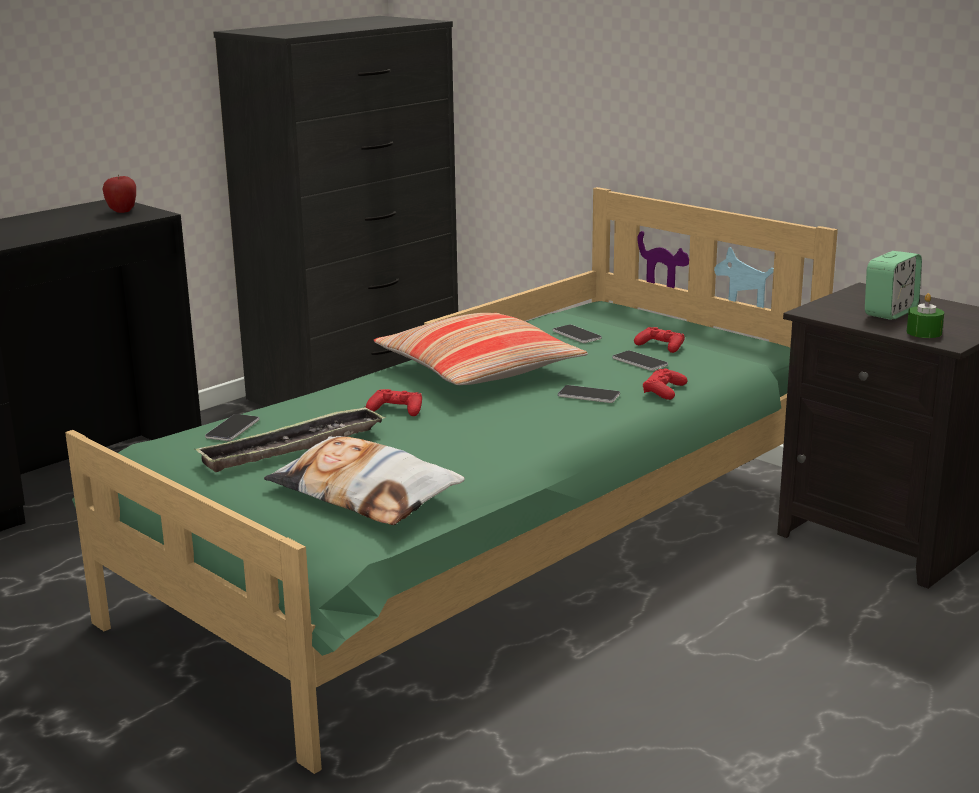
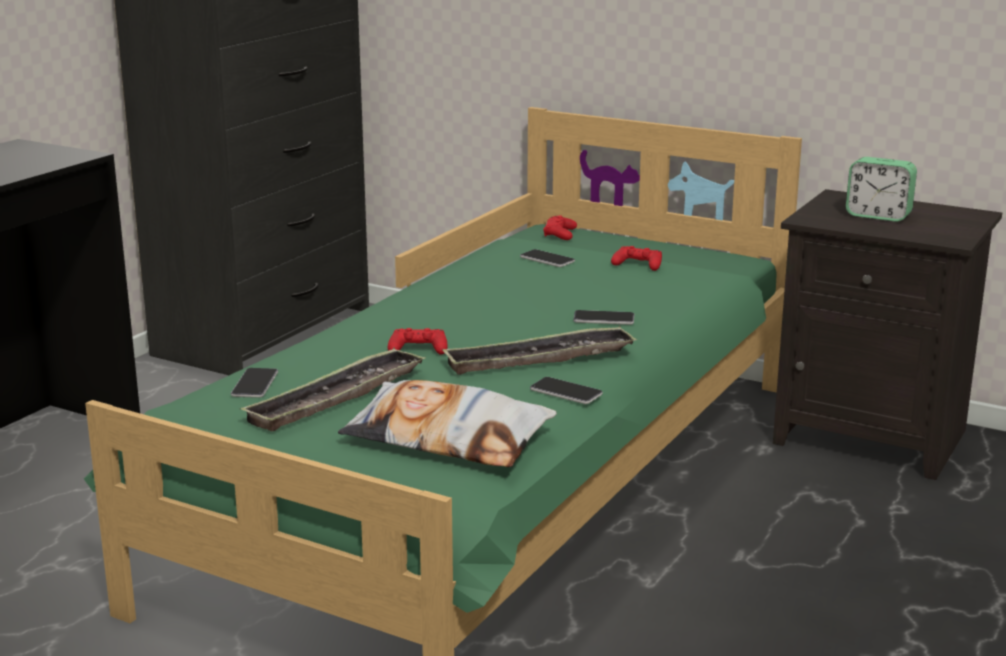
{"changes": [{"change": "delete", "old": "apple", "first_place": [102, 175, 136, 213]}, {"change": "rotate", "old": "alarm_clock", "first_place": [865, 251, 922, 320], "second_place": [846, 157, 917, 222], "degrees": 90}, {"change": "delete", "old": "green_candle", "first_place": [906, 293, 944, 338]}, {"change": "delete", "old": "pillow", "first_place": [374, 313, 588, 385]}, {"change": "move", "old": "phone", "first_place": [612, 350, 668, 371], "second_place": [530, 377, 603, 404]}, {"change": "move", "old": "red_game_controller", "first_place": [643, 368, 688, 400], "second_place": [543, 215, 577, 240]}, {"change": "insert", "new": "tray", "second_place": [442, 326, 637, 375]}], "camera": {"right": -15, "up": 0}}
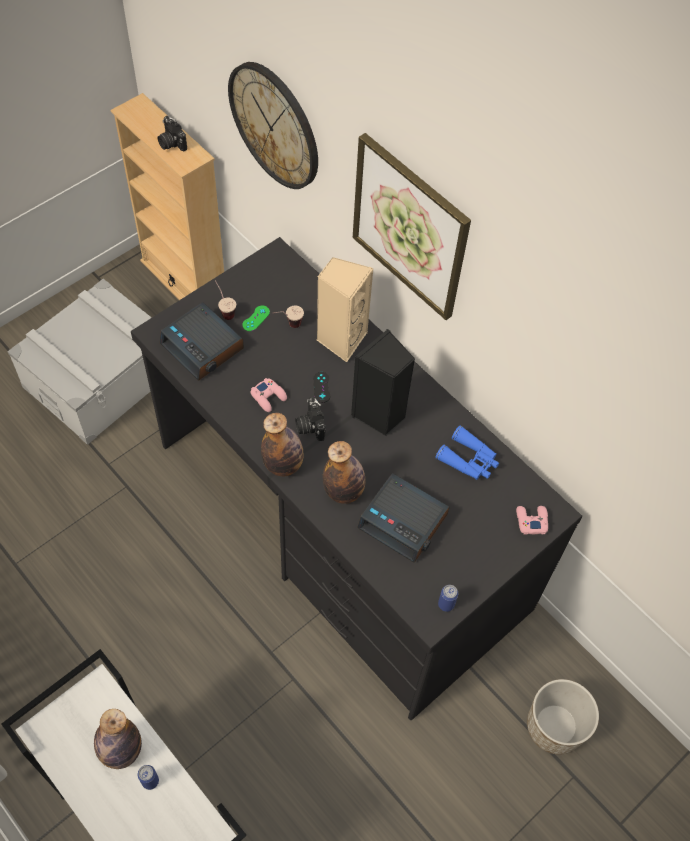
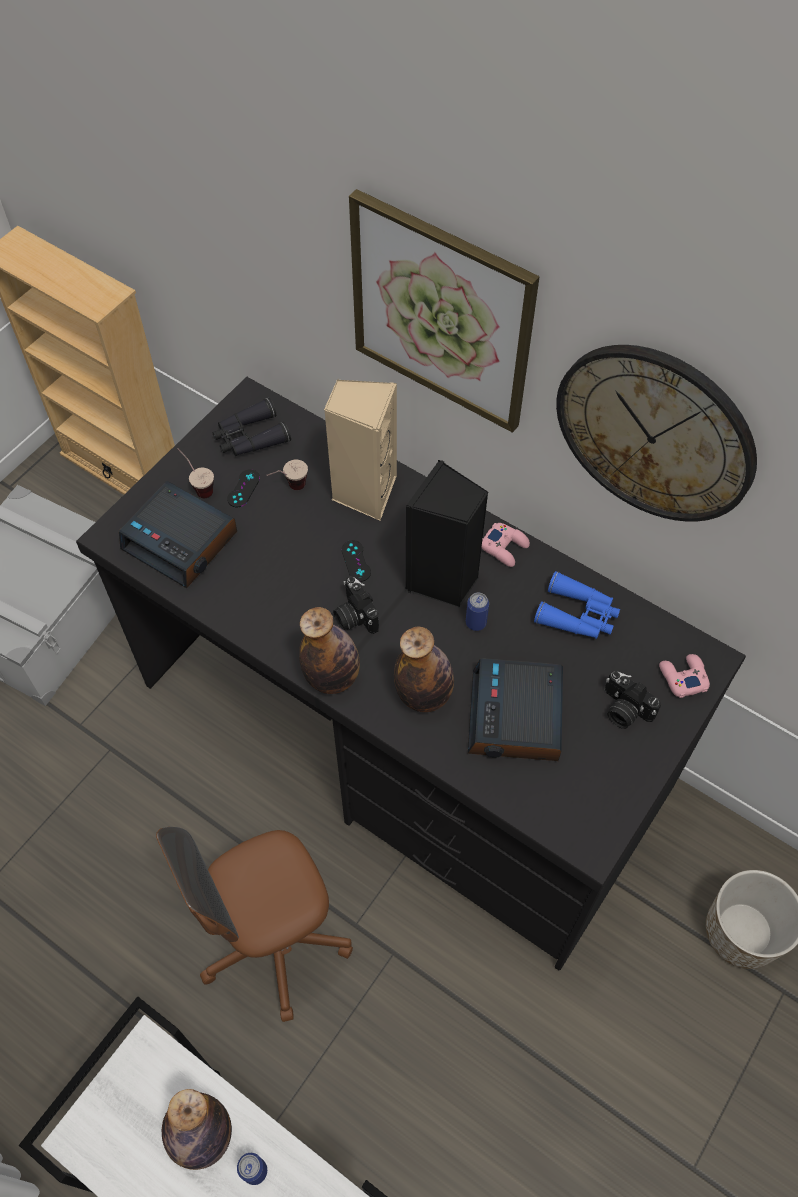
{"changes": [{"change": "move", "old": "wall_clock", "first_place": [228, 62, 318, 189], "second_place": [556, 345, 757, 522]}, {"change": "move", "old": "photo_camera", "first_place": [157, 116, 187, 151], "second_place": [605, 671, 661, 729]}, {"change": "recolor", "old": "green_game_controller", "new": "black_game_controller", "first_place": [243, 306, 270, 331], "second_place": [227, 469, 260, 507]}, {"change": "move", "old": "pink_game_controller", "first_place": [251, 378, 287, 412], "second_place": [482, 523, 530, 567]}, {"change": "rotate", "old": "alarm_clock", "first_place": [357, 473, 450, 563], "second_place": [468, 658, 563, 761], "degrees": 75}, {"change": "move", "old": "can", "first_place": [438, 585, 458, 612], "second_place": [466, 592, 489, 631]}, {"change": "insert", "new": "black_binoculars", "second_place": [212, 398, 291, 456]}, {"change": "insert", "new": "brown_office_chair", "second_place": [156, 827, 353, 1022]}], "camera": {"right": -10, "up": 0}}
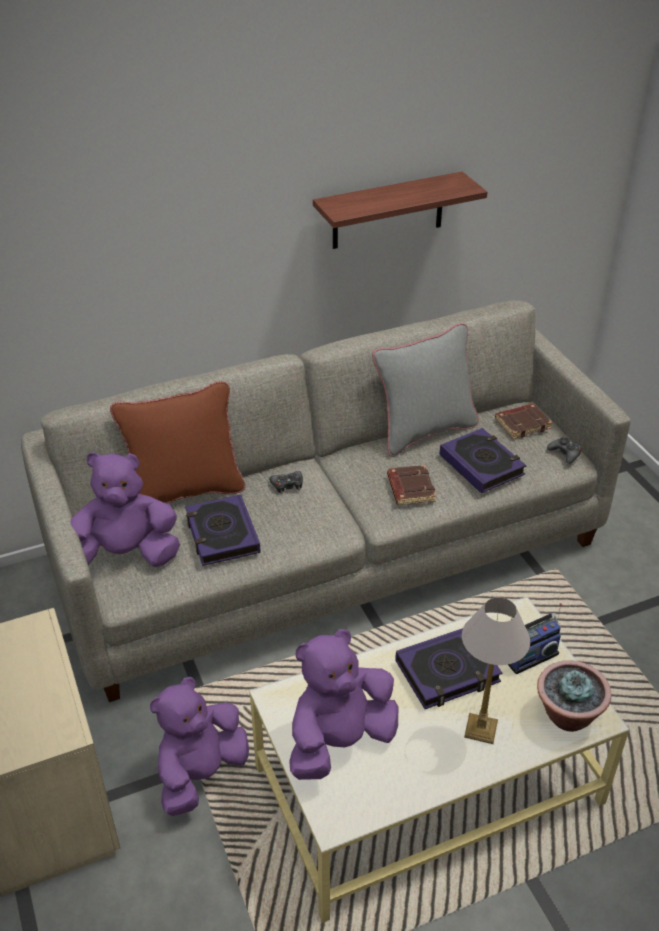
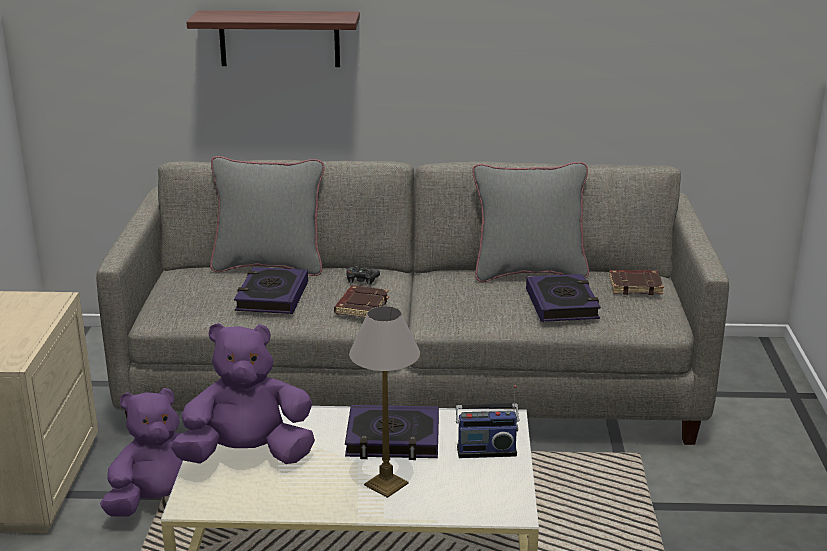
{"changes": [{"change": "move", "old": "shelf", "first_place": [313, 172, 487, 249], "second_place": [186, 10, 360, 67]}, {"change": "recolor", "old": "brown_pillow", "new": "grey_pillow", "first_place": [110, 381, 245, 504], "second_place": [210, 156, 324, 276]}, {"change": "delete", "old": "black_game_controller", "first_place": [547, 435, 582, 464]}, {"change": "delete", "old": "purple_plush_toy", "first_place": [70, 452, 180, 567]}, {"change": "move", "old": "brown_book", "first_place": [387, 465, 436, 505], "second_place": [334, 286, 389, 318]}, {"change": "delete", "old": "potted_plant", "first_place": [537, 660, 611, 732]}], "camera": {"right": 25, "up": -15}}
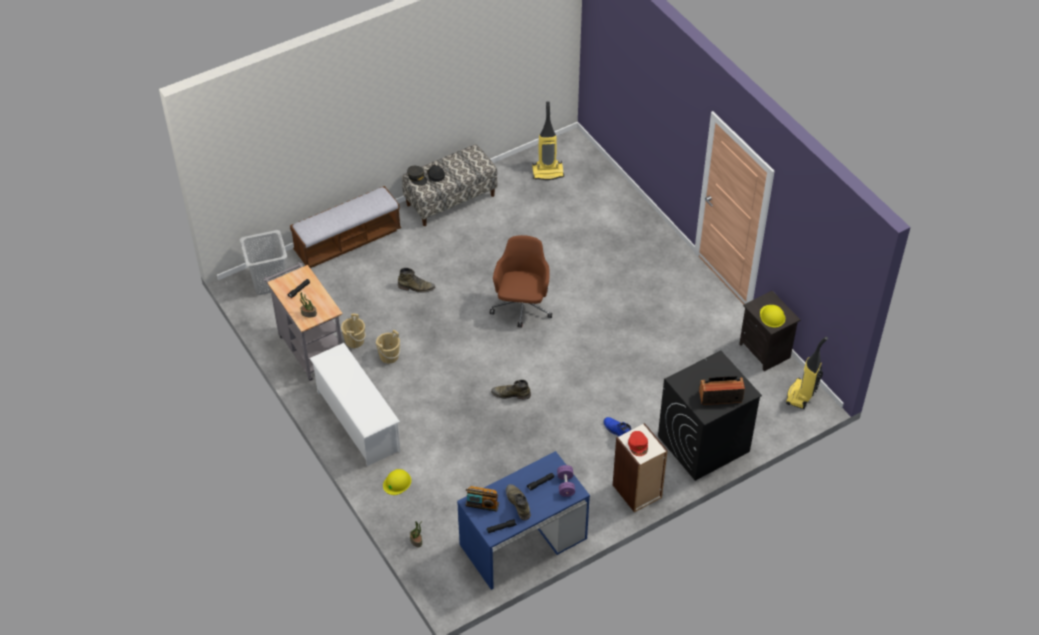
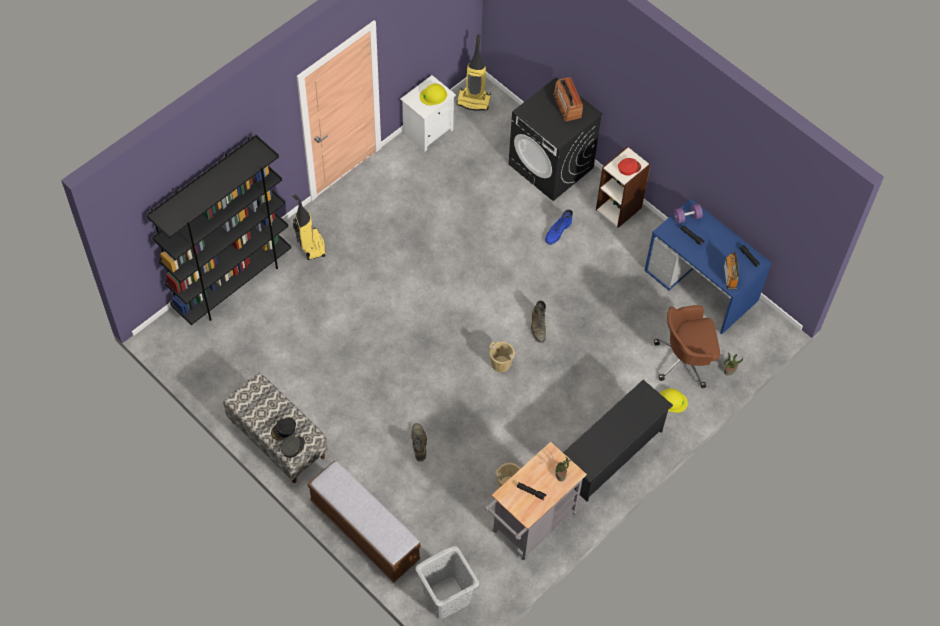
{"changes": [{"change": "move", "old": "vacuum_cleaner", "first_place": [532, 102, 564, 180], "second_place": [292, 194, 326, 260]}, {"change": "move", "old": "brown_office_chair", "first_place": [490, 235, 552, 328], "second_place": [654, 305, 720, 388]}, {"change": "recolor", "old": "black_nightstand", "new": "white_nightstand", "first_place": [739, 291, 800, 371], "second_place": [400, 75, 456, 152]}, {"change": "move", "old": "beige_bucket", "first_place": [376, 330, 401, 364], "second_place": [489, 341, 515, 372]}, {"change": "recolor", "old": "white_shoe_rack", "new": "black_shoe_rack", "first_place": [309, 343, 400, 466], "second_place": [563, 380, 673, 502]}, {"change": "delete", "old": "green_boot", "first_place": [506, 484, 531, 520]}, {"change": "insert", "new": "black_bookcase", "second_place": [146, 135, 291, 325]}], "camera": {"right": -105, "up": 10}}
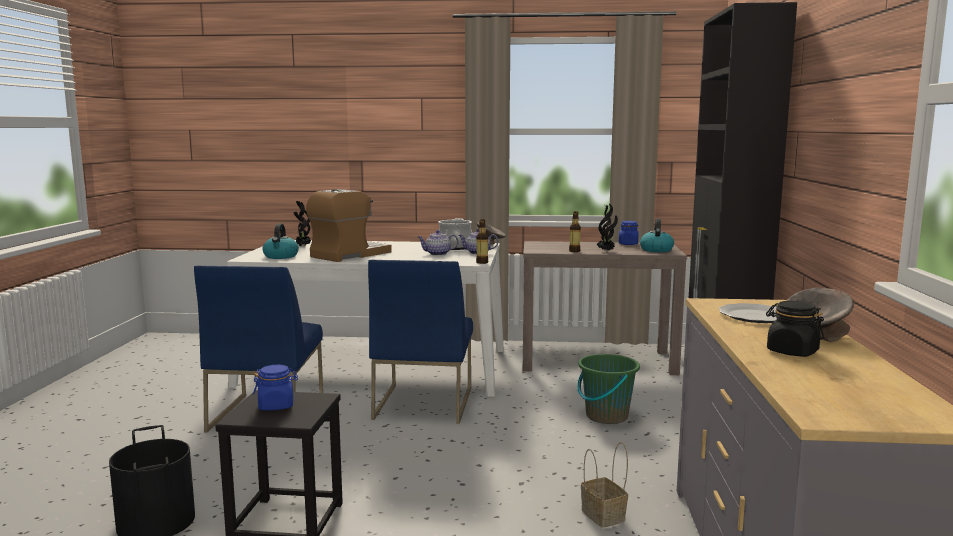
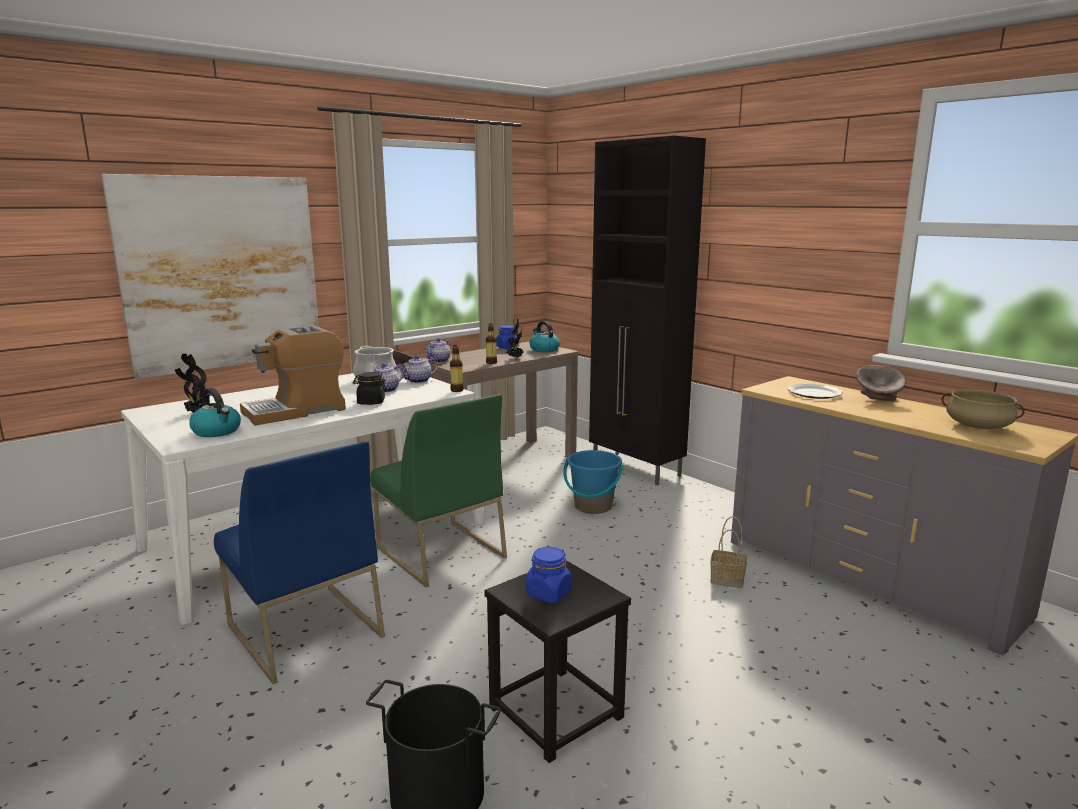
{"changes": [{"change": "rotate", "old": "coffee_machine", "first_place": [306, 189, 392, 262], "second_place": [240, 326, 346, 425], "degrees": -120}, {"change": "recolor", "old": "blue_chair", "new": "green_chair", "first_place": [368, 259, 473, 424], "second_place": [370, 394, 507, 587]}, {"change": "move", "old": "black_jar", "first_place": [766, 301, 824, 357], "second_place": [353, 372, 387, 405]}, {"change": "recolor", "old": "green_bucket", "new": "blue_bucket", "first_place": [577, 354, 640, 424], "second_place": [563, 450, 624, 514]}, {"change": "insert", "new": "picture", "second_place": [101, 174, 319, 379]}, {"change": "insert", "new": "teapot", "second_place": [426, 338, 451, 363]}, {"change": "insert", "new": "beige_cooking_pot", "second_place": [942, 389, 1025, 429]}], "camera": {"right": -45, "up": 5}}
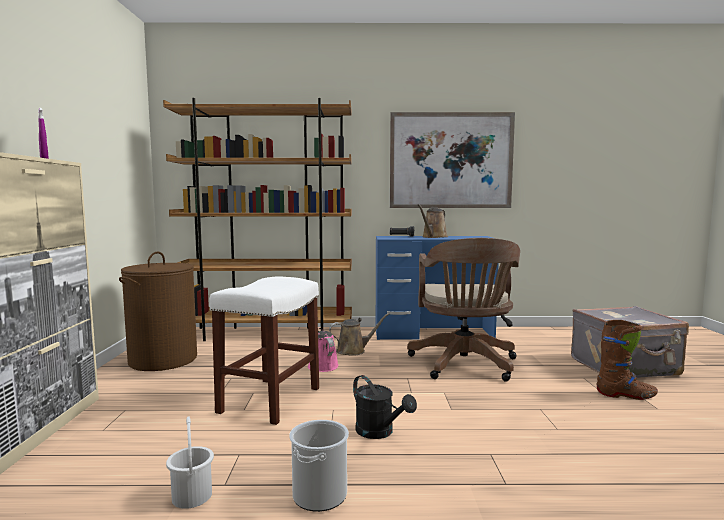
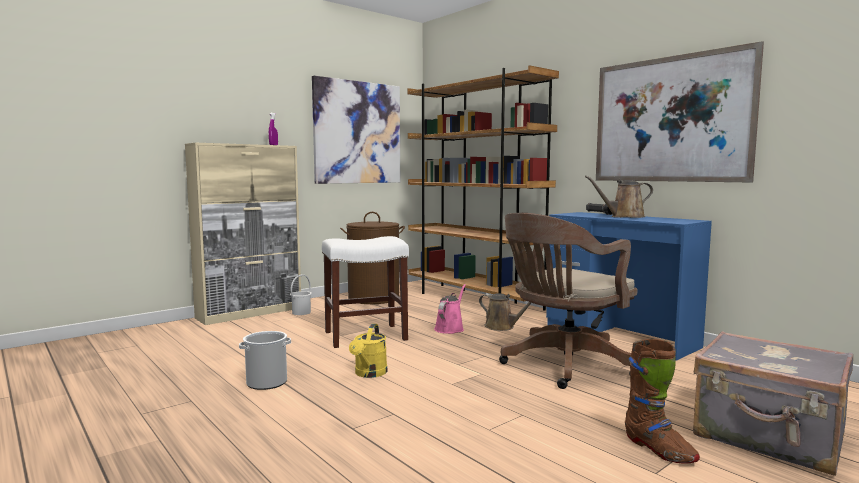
{"changes": [{"change": "recolor", "old": "black_watering_can", "new": "yellow_watering_can", "first_place": [353, 375, 417, 439], "second_place": [349, 324, 387, 378]}, {"change": "move", "old": "white_bucket", "first_place": [166, 417, 214, 509], "second_place": [290, 274, 312, 315]}, {"change": "insert", "new": "picture", "second_place": [312, 76, 400, 184]}], "camera": {"right": 50, "up": 0}}
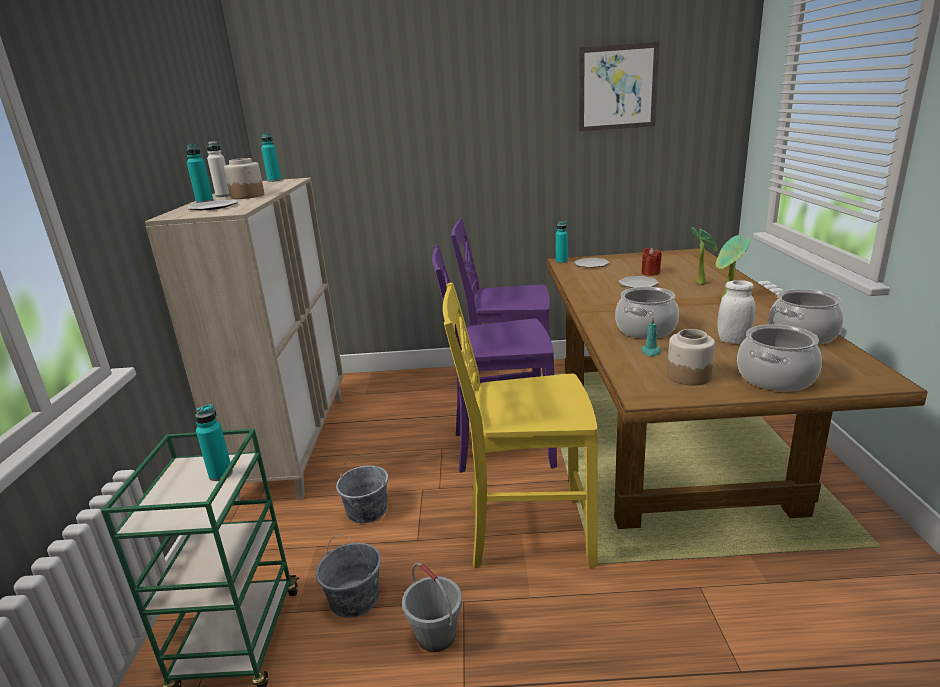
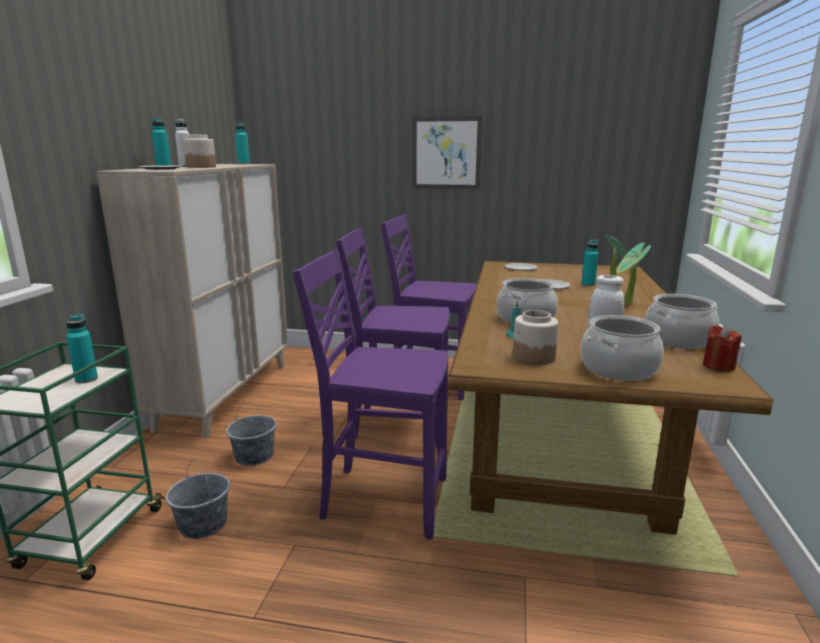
{"changes": [{"change": "move", "old": "picture", "first_place": [579, 42, 659, 132], "second_place": [412, 116, 482, 189]}, {"change": "move", "old": "turquoise_bottle", "first_place": [555, 221, 568, 263], "second_place": [581, 240, 599, 286]}, {"change": "move", "old": "red_candle", "first_place": [642, 247, 661, 276], "second_place": [703, 325, 741, 372]}, {"change": "recolor", "old": "yellow_chair", "new": "purple_chair", "first_place": [443, 283, 598, 568], "second_place": [293, 248, 448, 539]}, {"change": "delete", "old": "grey_bucket", "first_place": [402, 563, 462, 652]}], "camera": {"right": 10, "up": -5}}
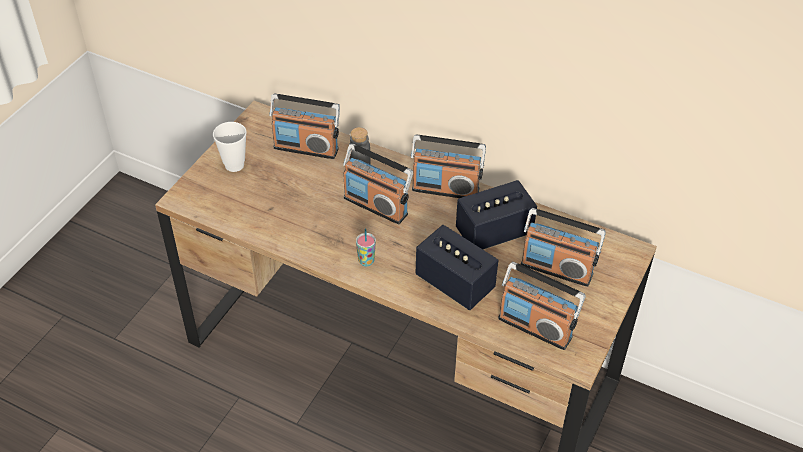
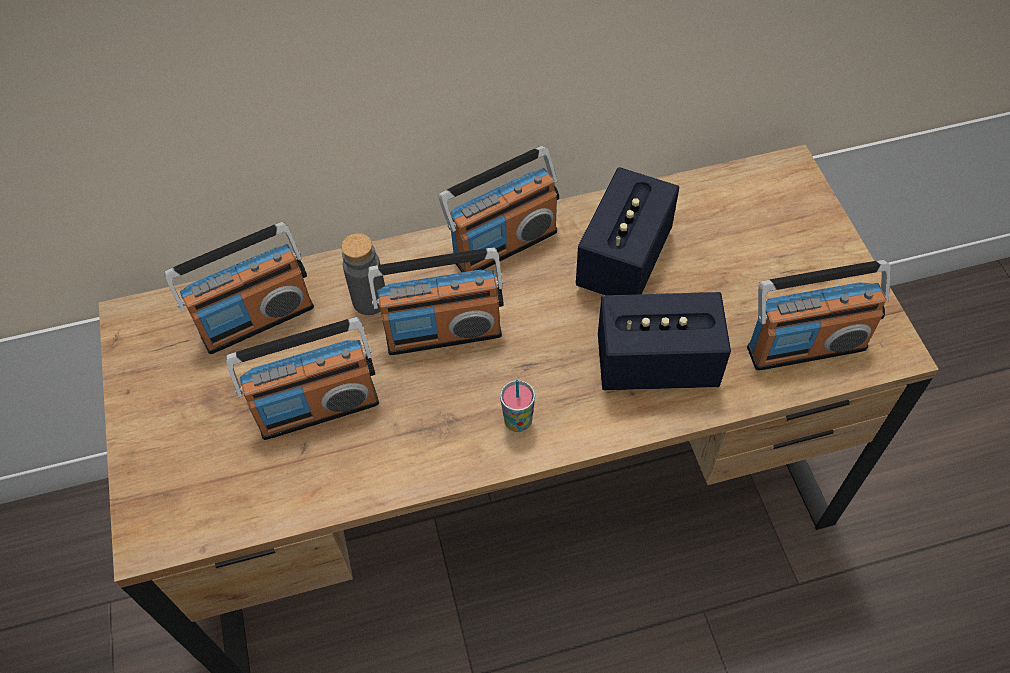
{"changes": [{"change": "delete", "old": "cup", "first_place": [213, 122, 247, 172]}, {"change": "move", "old": "radio", "first_place": [521, 208, 606, 287], "second_place": [226, 317, 379, 440]}], "camera": {"right": -40, "up": 10}}
